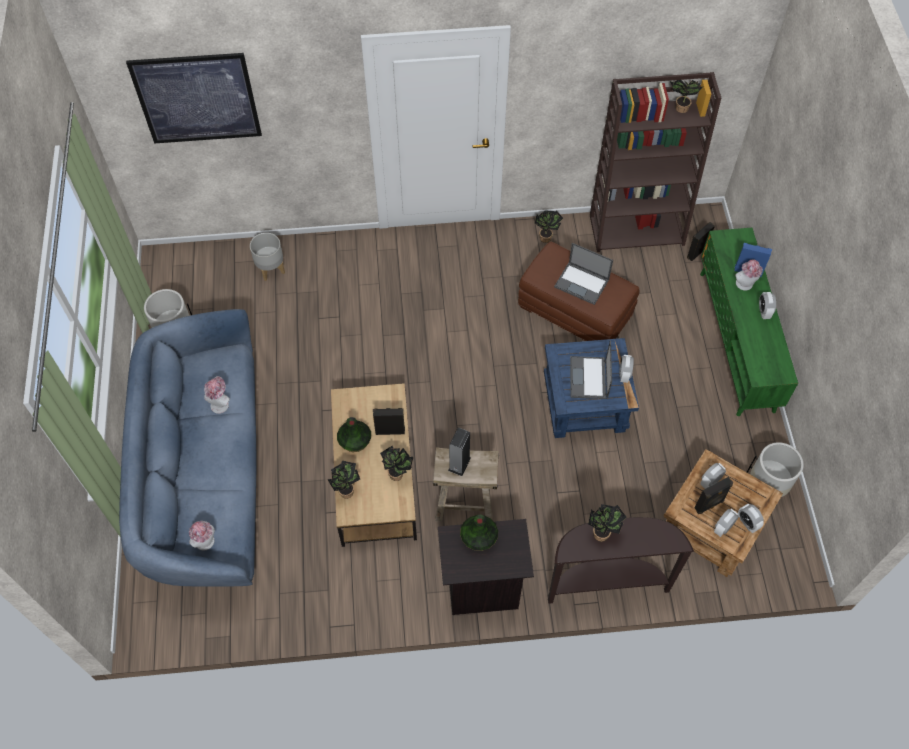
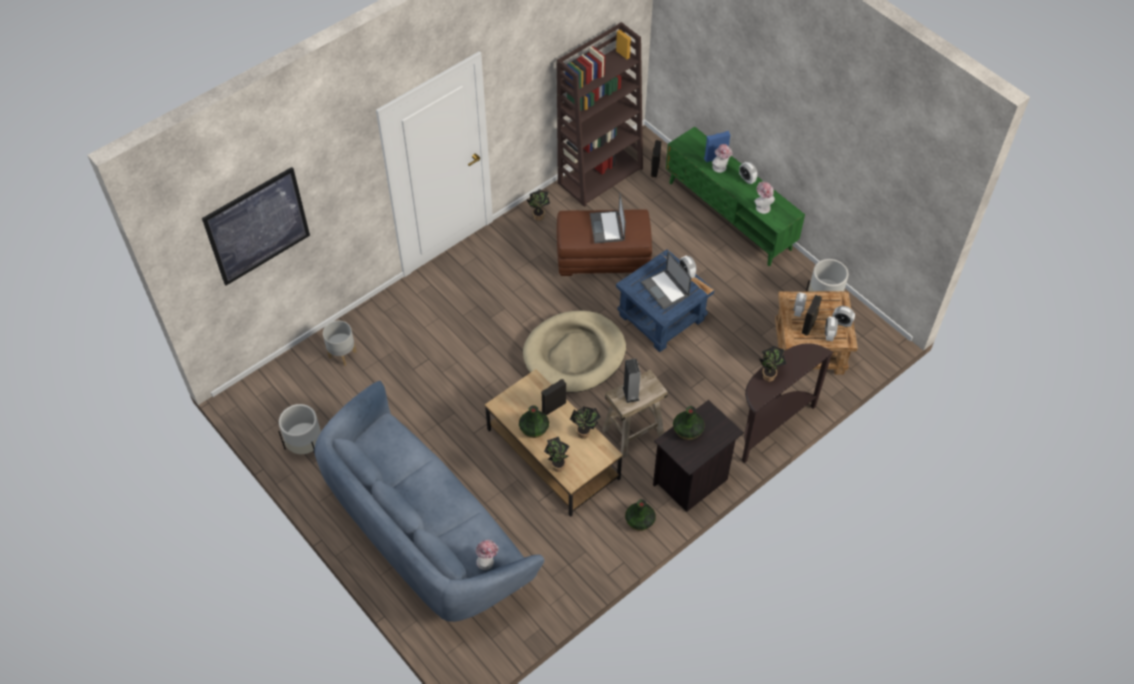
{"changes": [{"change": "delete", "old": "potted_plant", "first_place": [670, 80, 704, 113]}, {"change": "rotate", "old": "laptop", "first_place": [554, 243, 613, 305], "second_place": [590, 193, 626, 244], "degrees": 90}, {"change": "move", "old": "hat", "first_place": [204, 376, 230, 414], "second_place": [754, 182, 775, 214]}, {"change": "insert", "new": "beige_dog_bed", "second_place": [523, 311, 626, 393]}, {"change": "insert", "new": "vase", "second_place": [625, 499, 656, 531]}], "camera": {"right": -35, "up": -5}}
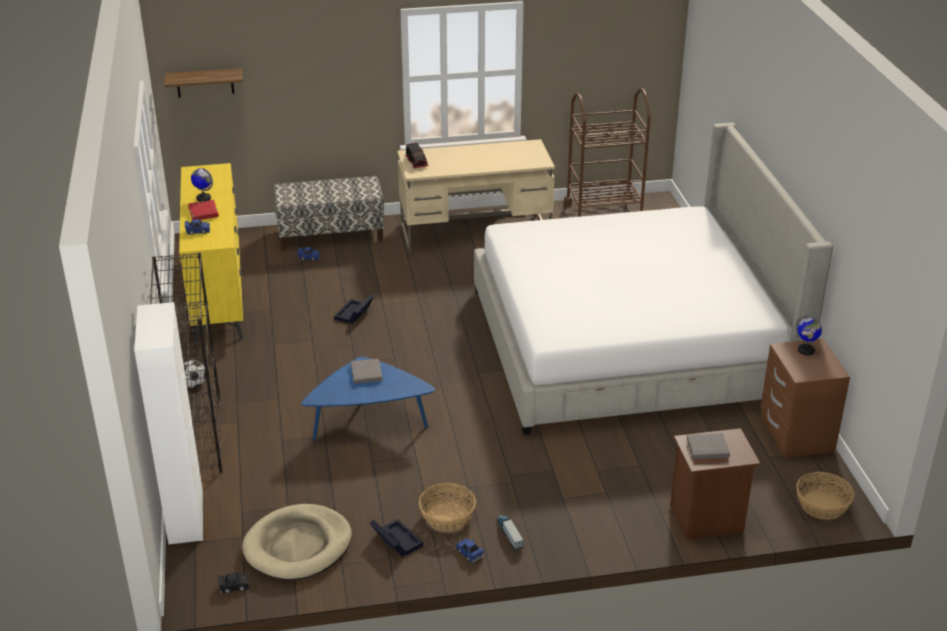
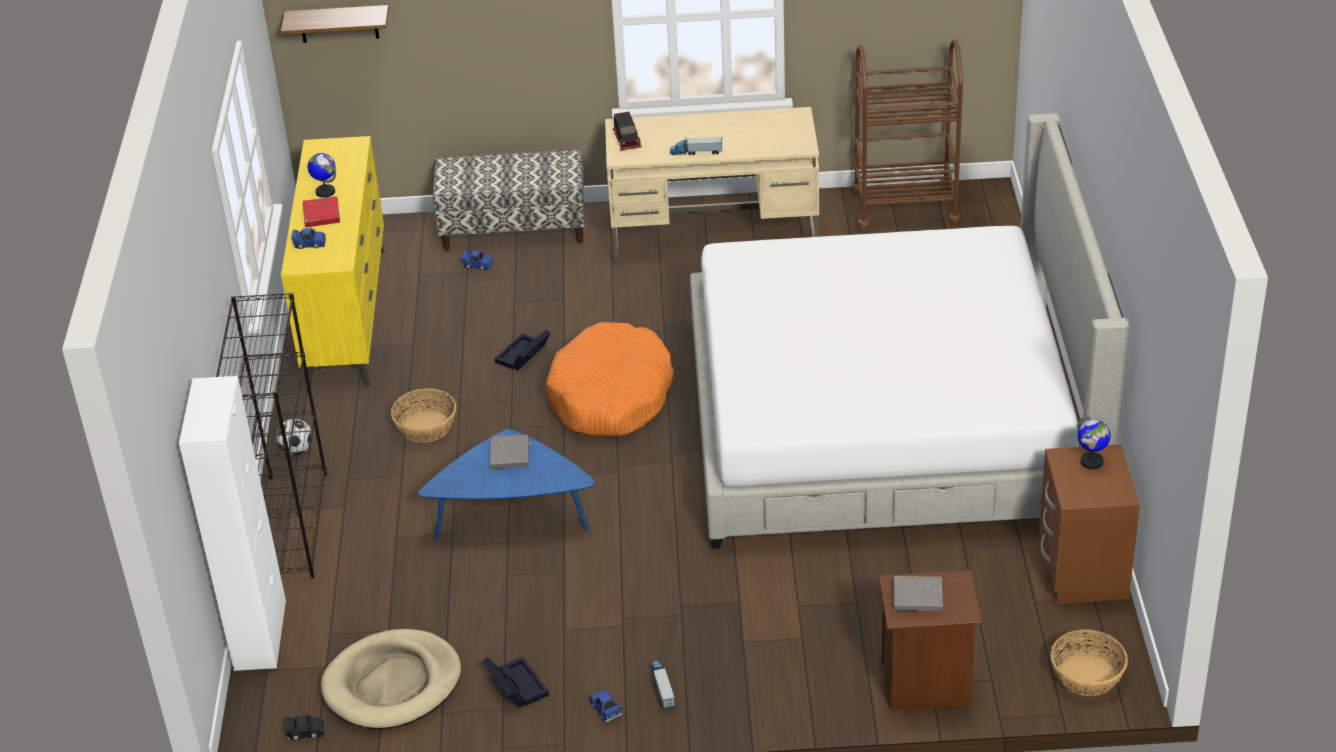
{"changes": [{"change": "move", "old": "basket", "first_place": [419, 483, 476, 532], "second_place": [391, 388, 457, 442]}, {"change": "insert", "new": "toy_truck", "second_place": [670, 137, 722, 155]}, {"change": "insert", "new": "orange_dog_bed", "second_place": [546, 322, 674, 437]}], "camera": {"right": 10, "up": 5}}
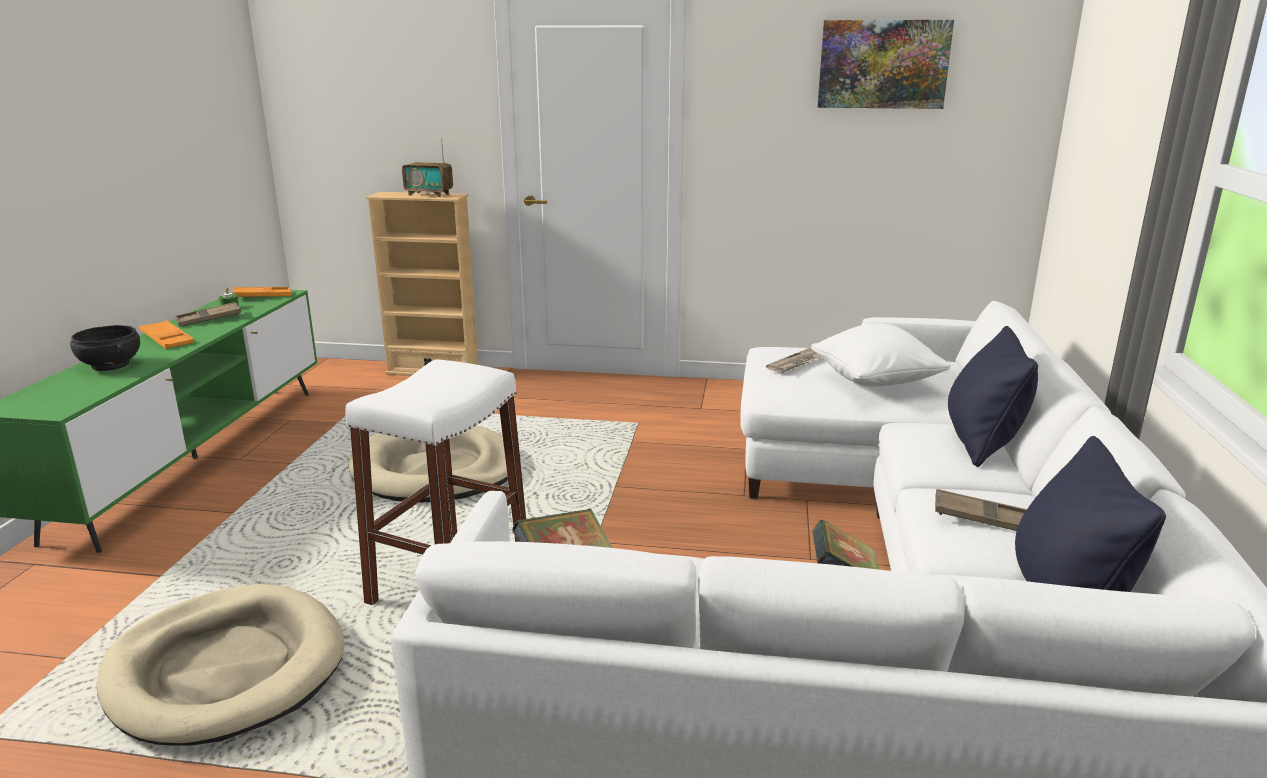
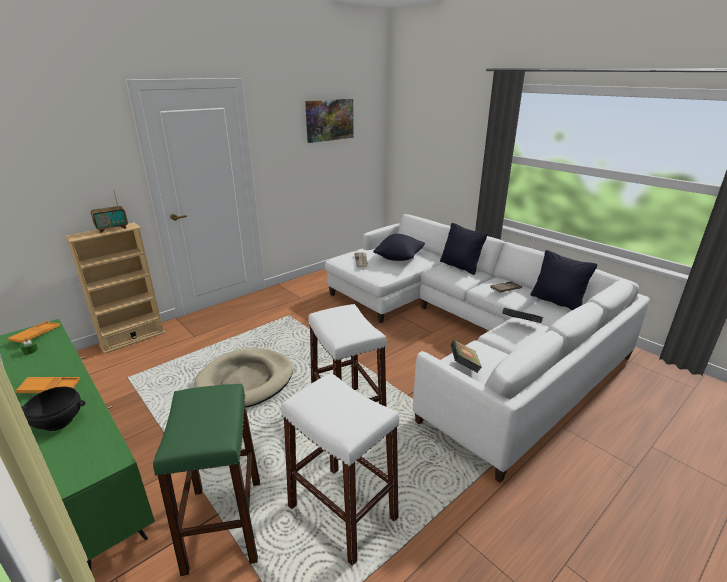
{"changes": [{"change": "delete", "old": "brown_tray", "first_place": [175, 302, 241, 326]}, {"change": "recolor", "old": "white_pillow", "new": "black_pillow", "first_place": [811, 323, 951, 386], "second_place": [373, 234, 425, 261]}, {"change": "replace", "old": "beige_dog_bed", "new": "white_stool", "first_place": [96, 584, 345, 746], "second_place": [281, 373, 399, 566]}, {"change": "insert", "new": "green_stool", "second_place": [153, 384, 260, 576]}], "camera": {"right": -50, "up": 5}}
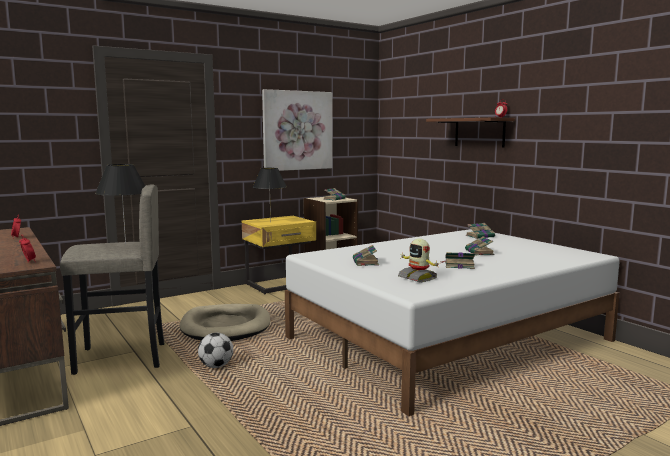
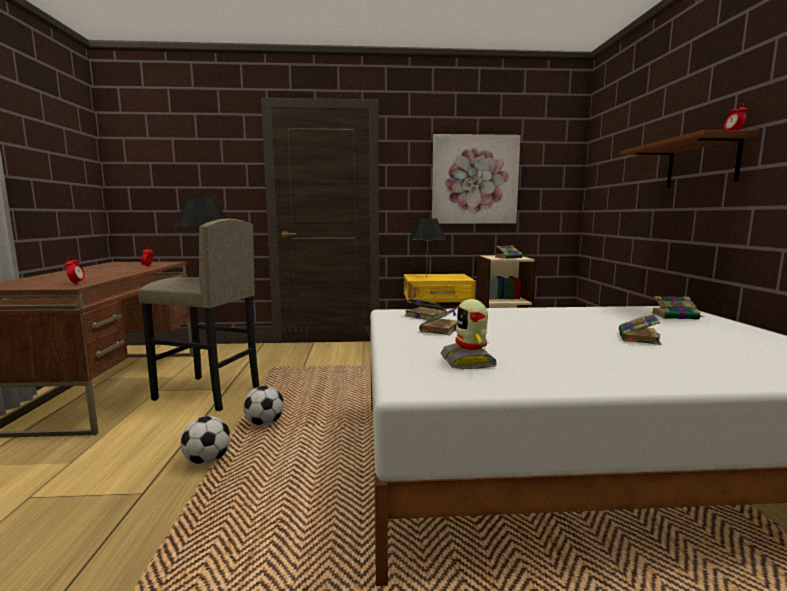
{"changes": [{"change": "move", "old": "book", "first_place": [440, 252, 475, 269], "second_place": [404, 298, 446, 320]}, {"change": "delete", "old": "beige_dog_bed", "first_place": [180, 304, 270, 341]}, {"change": "insert", "new": "football", "second_place": [180, 416, 231, 465]}], "camera": {"right": 30, "up": 0}}
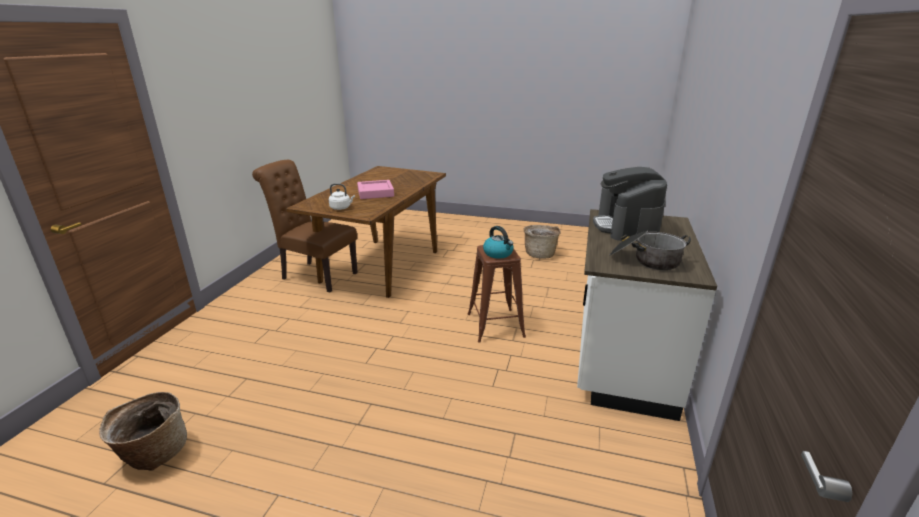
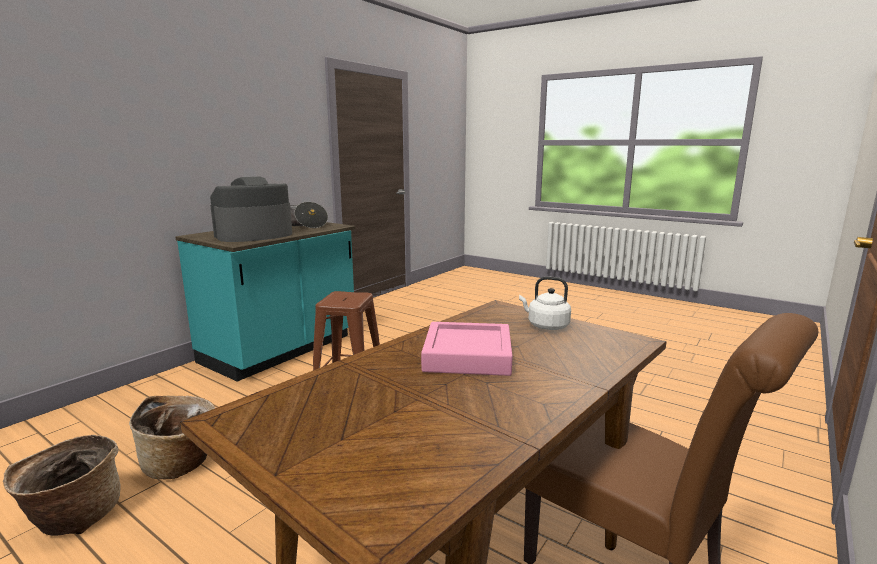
{"changes": [{"change": "rotate", "old": "coffee_machine", "first_place": [593, 167, 667, 241], "second_place": [210, 176, 292, 242], "degrees": -150}, {"change": "recolor", "old": "white_counter", "new": "turquoise_counter", "first_place": [577, 209, 717, 421], "second_place": [176, 222, 356, 382]}, {"change": "delete", "old": "kettle", "first_place": [483, 226, 514, 258]}, {"change": "move", "old": "basket", "first_place": [99, 392, 187, 471], "second_place": [129, 396, 215, 479]}], "camera": {"right": -160, "up": -10}}
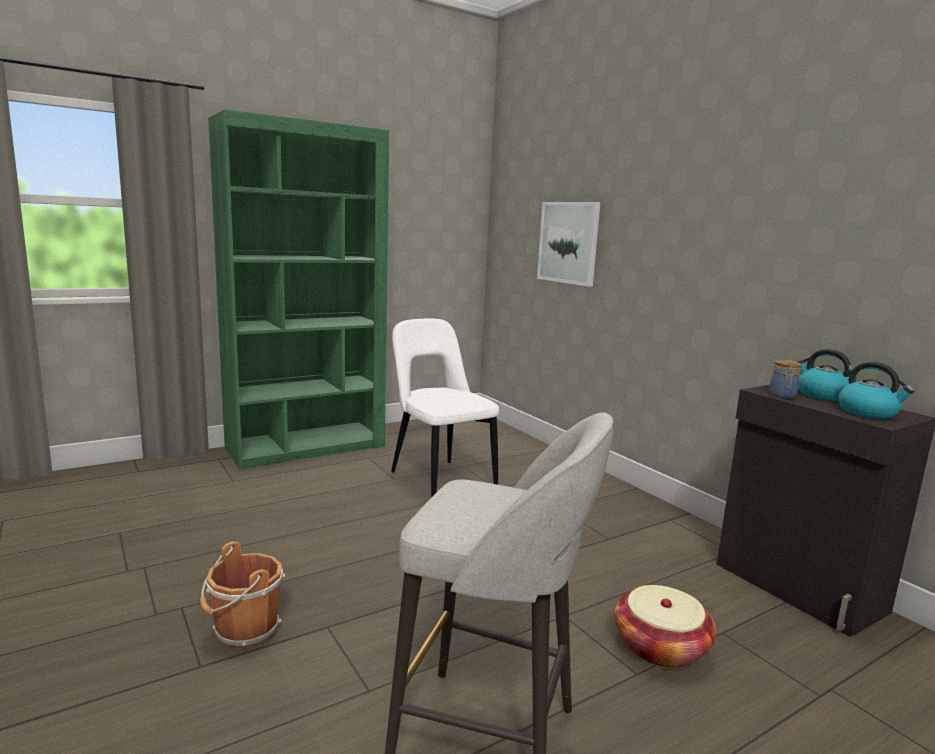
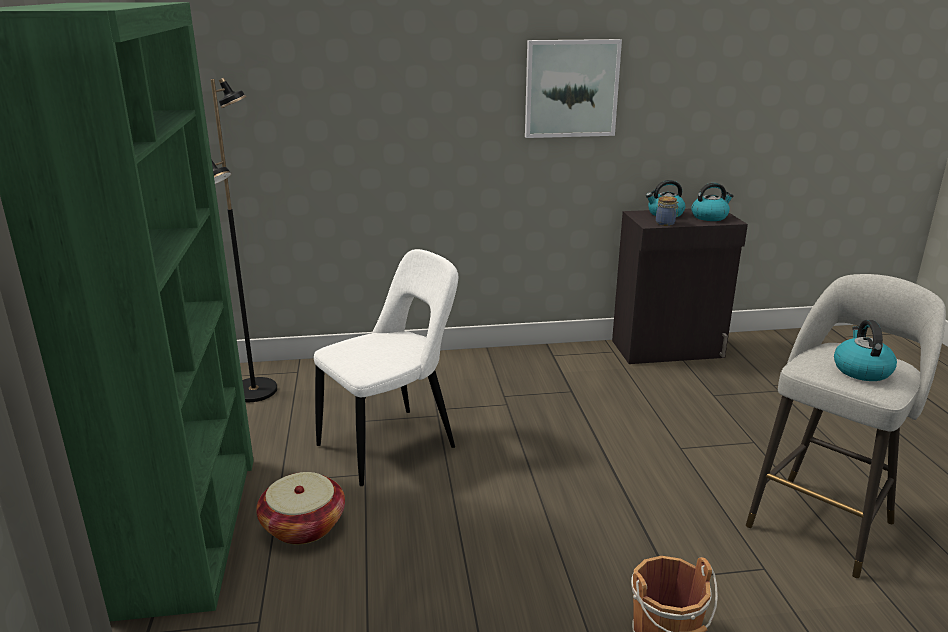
{"changes": [{"change": "move", "old": "picture", "first_place": [537, 202, 600, 287], "second_place": [525, 39, 622, 138]}, {"change": "rotate", "old": "white_chair", "first_place": [391, 319, 499, 498], "second_place": [314, 249, 458, 486], "degrees": 150}, {"change": "move", "old": "basket", "first_place": [614, 585, 716, 669], "second_place": [256, 472, 345, 545]}, {"change": "insert", "new": "black_floor_lamp", "second_place": [211, 78, 277, 402]}, {"change": "insert", "new": "kettle", "second_place": [834, 320, 897, 381]}], "camera": {"right": -65, "up": 10}}
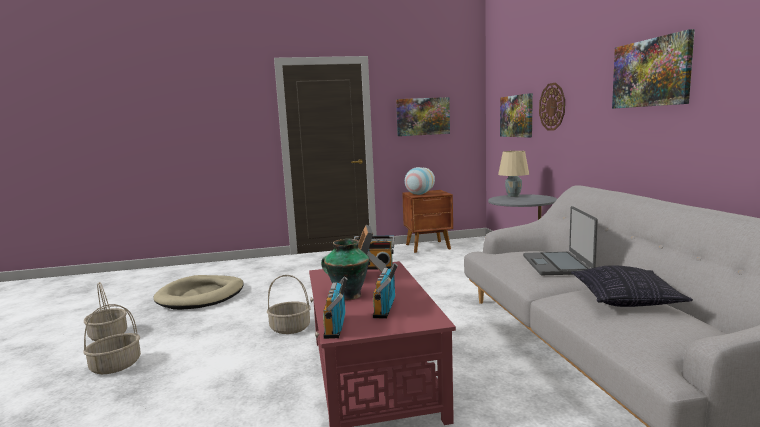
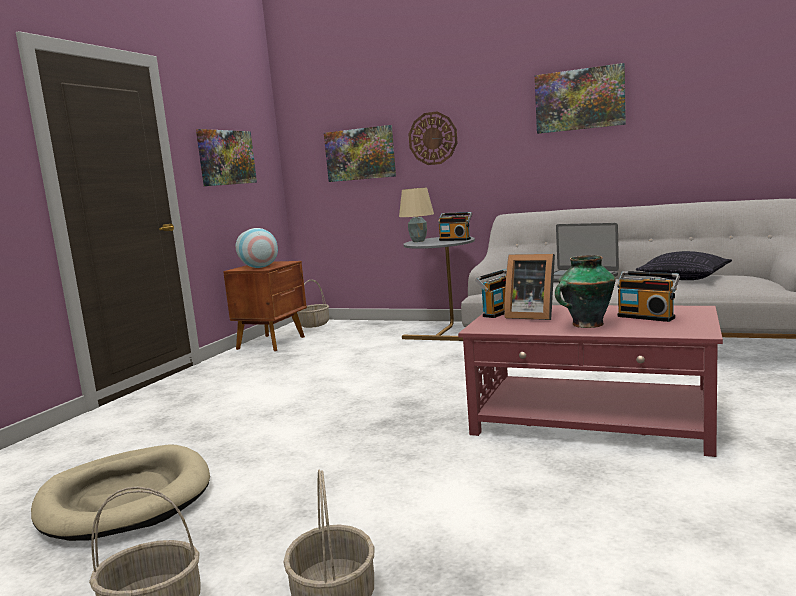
{"changes": [{"change": "move", "old": "basket", "first_place": [267, 275, 311, 334], "second_place": [297, 280, 329, 328]}, {"change": "move", "old": "radio", "first_place": [323, 276, 347, 339], "second_place": [438, 212, 472, 241]}], "camera": {"right": -55, "up": 0}}
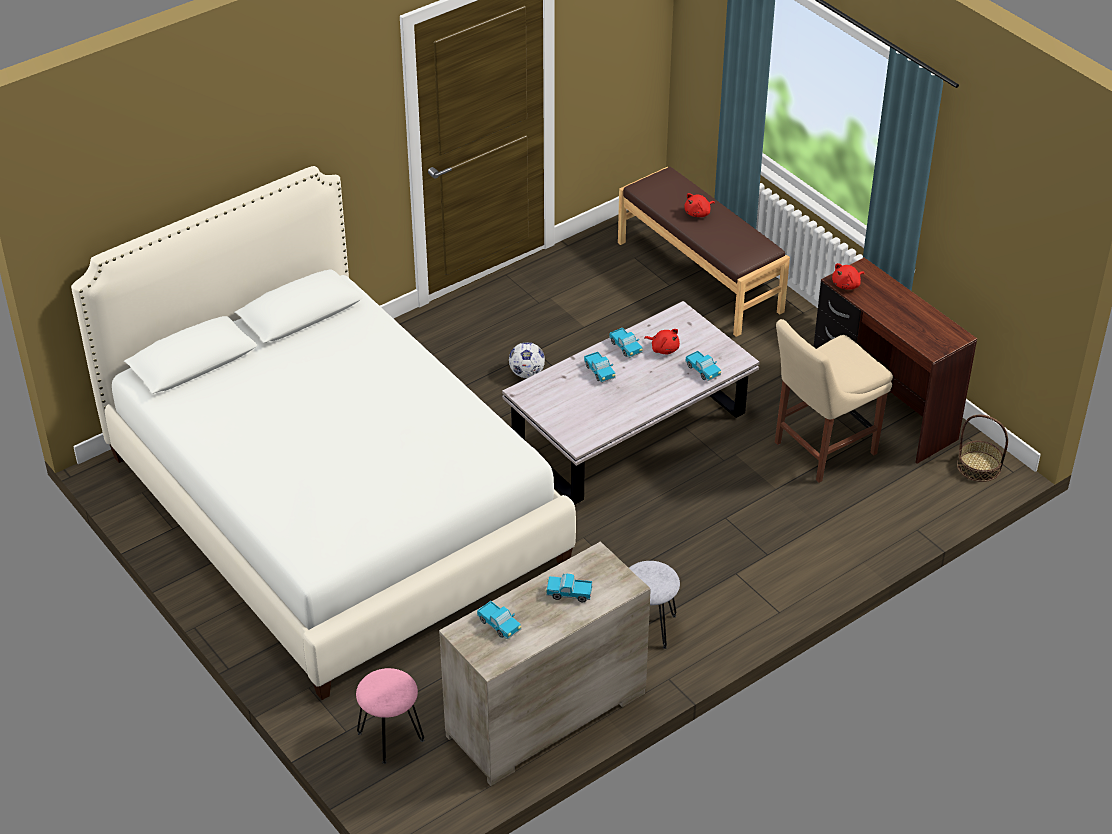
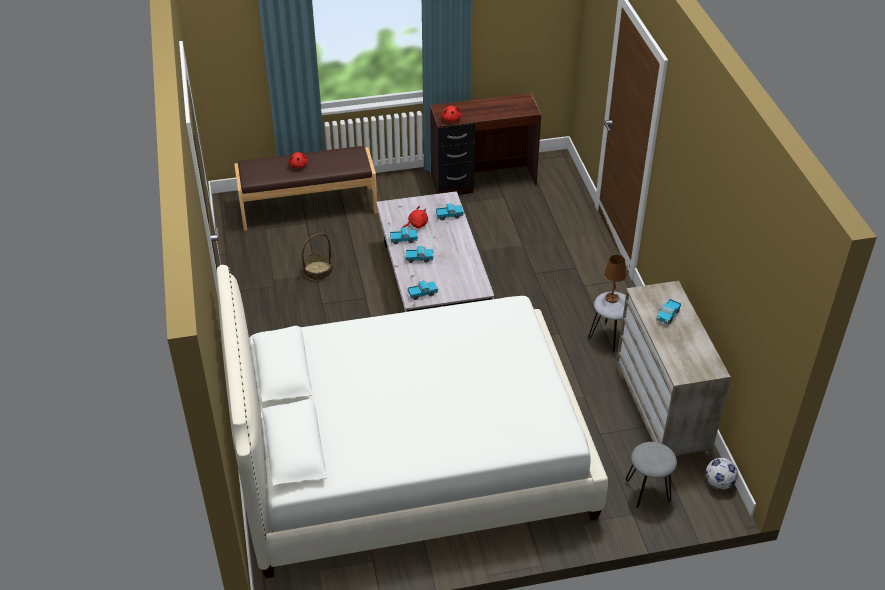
{"changes": [{"change": "delete", "old": "beige_chair", "first_place": [775, 319, 893, 483]}, {"change": "move", "old": "football", "first_place": [509, 342, 545, 378], "second_place": [706, 458, 738, 489]}, {"change": "move", "old": "basket", "first_place": [957, 415, 1008, 482], "second_place": [302, 233, 333, 281]}, {"change": "move", "old": "toy_truck", "first_place": [477, 601, 521, 640], "second_place": [408, 281, 438, 300]}, {"change": "recolor", "old": "pink_stool", "new": "grey_stool", "first_place": [356, 668, 424, 764], "second_place": [625, 442, 677, 509]}, {"change": "insert", "new": "brown_table_lamp", "second_place": [604, 255, 626, 303]}], "camera": {"right": -65, "up": 0}}
